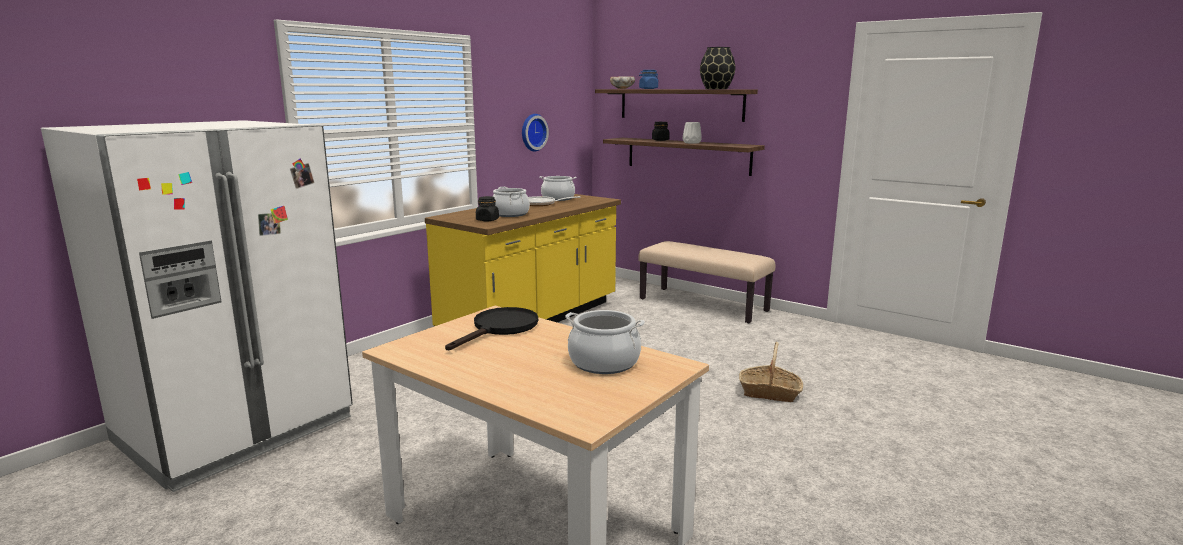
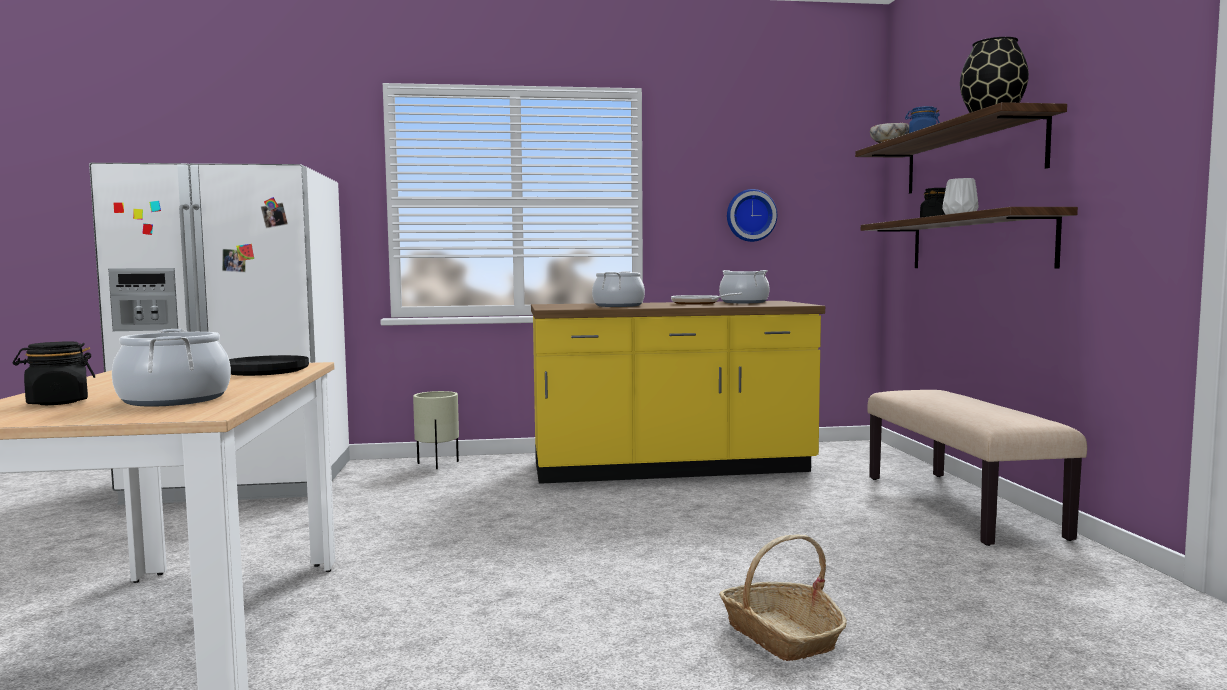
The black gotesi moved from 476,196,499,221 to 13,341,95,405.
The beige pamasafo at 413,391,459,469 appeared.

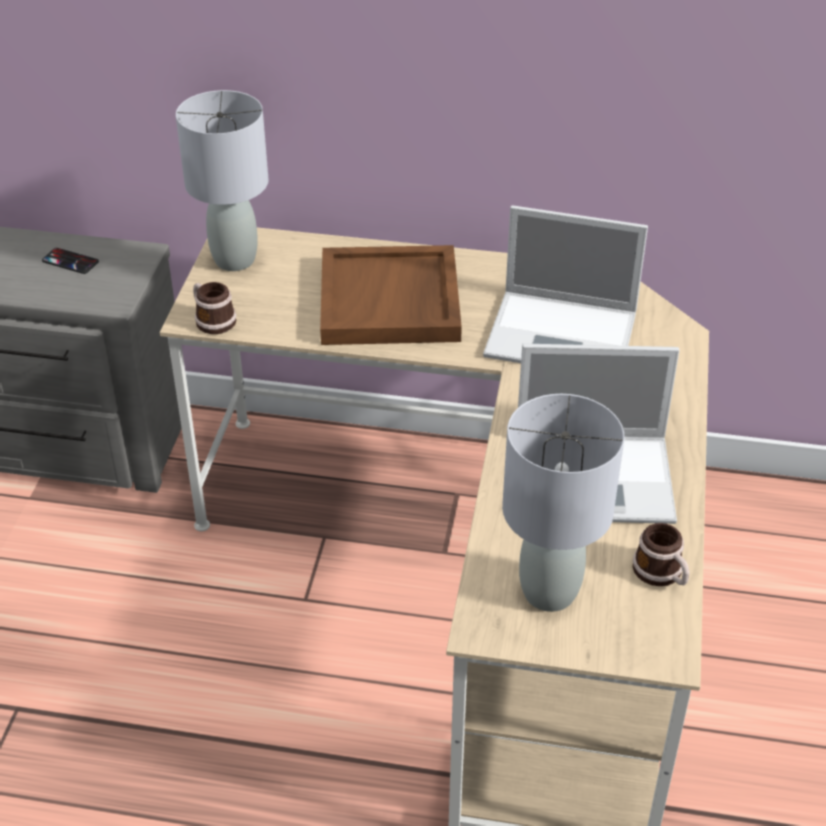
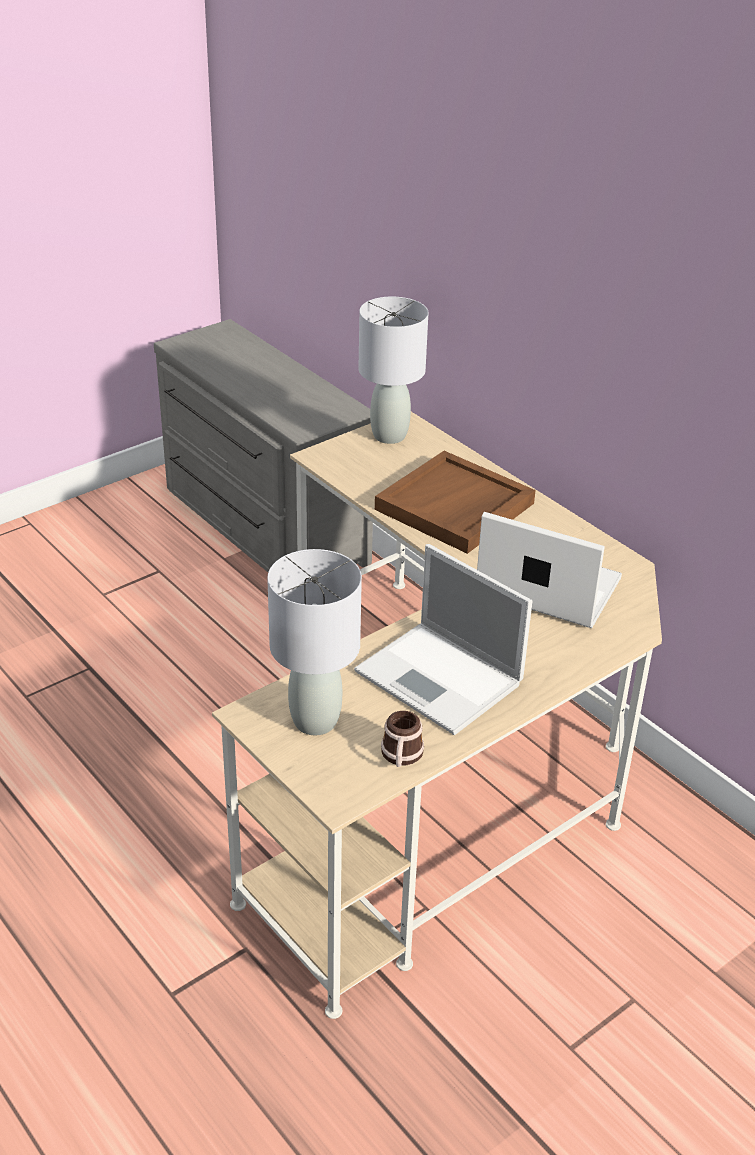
The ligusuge at 42,248,99,274 disappeared.
The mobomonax at 193,282,236,334 disappeared.
The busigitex at 483,205,648,363 turned 150 degrees clockwise.

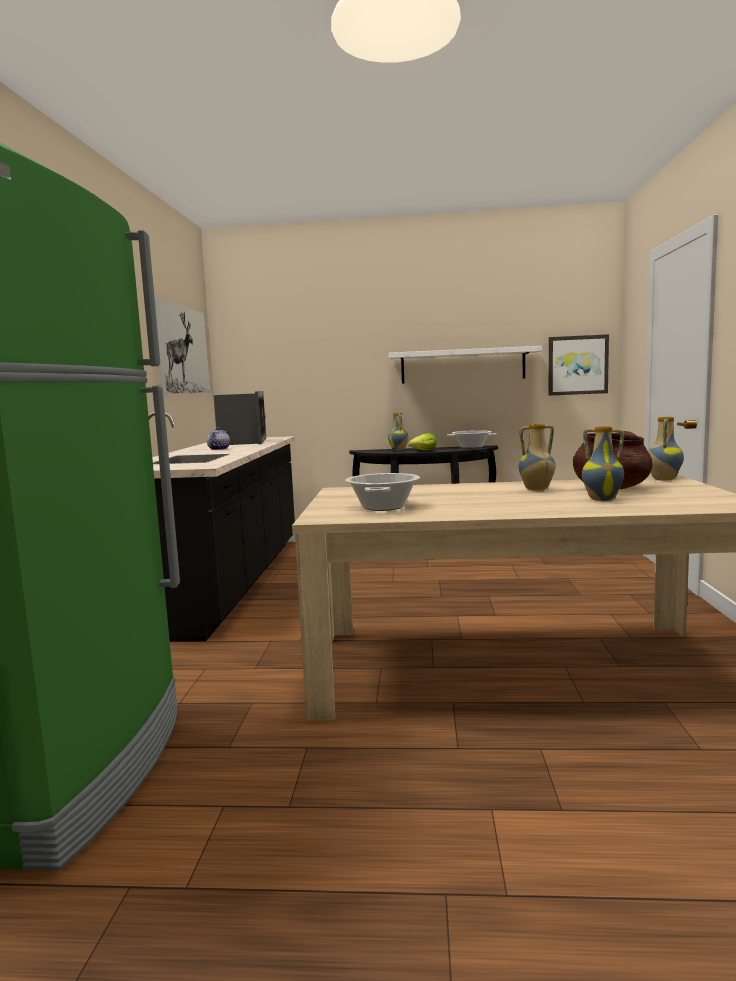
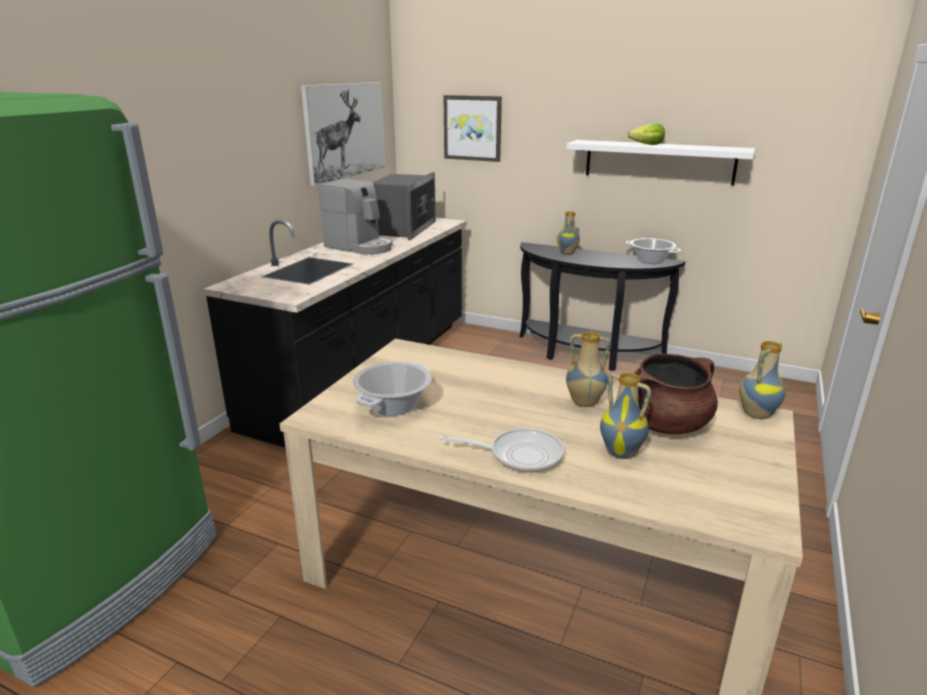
The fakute at 207,427,230,450 was replaced by the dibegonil at 318,179,393,255.
The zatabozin moved from 408,433,437,451 to 628,123,665,145.
The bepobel moved from 549,334,609,396 to 444,95,502,162.
The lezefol at 438,428,564,472 appeared.

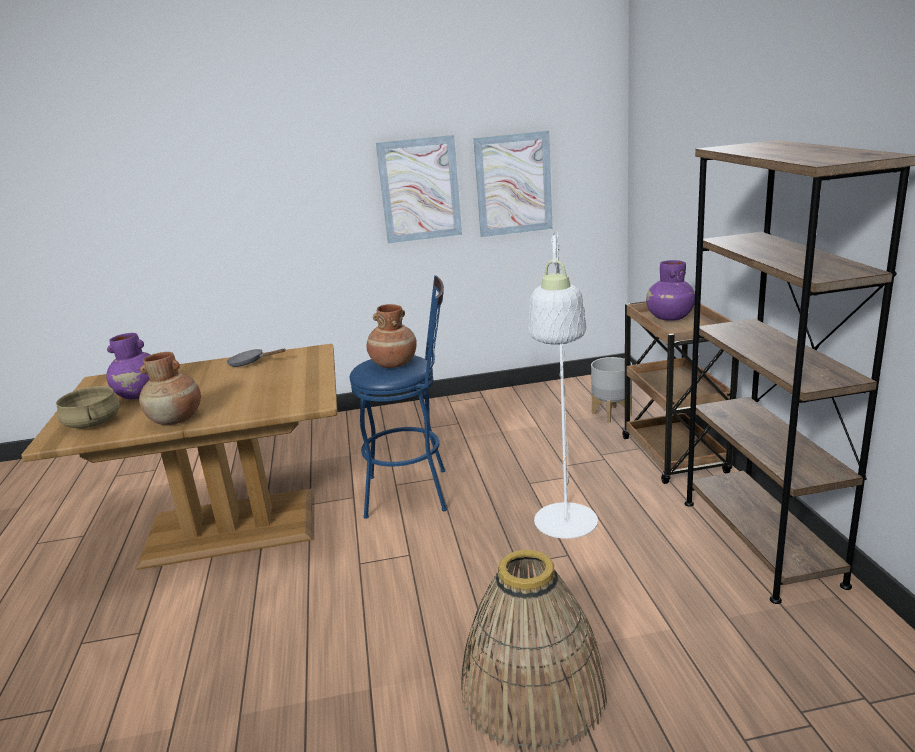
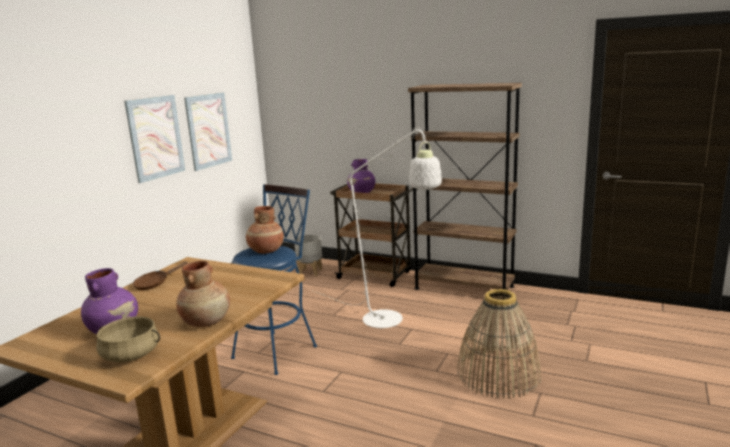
The grey lezefol at 227,349,285,367 became the brown lezefol at 133,262,187,290.

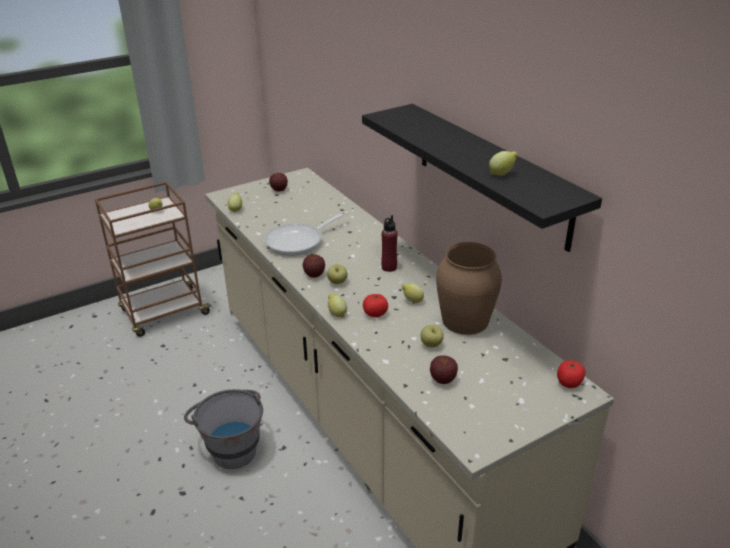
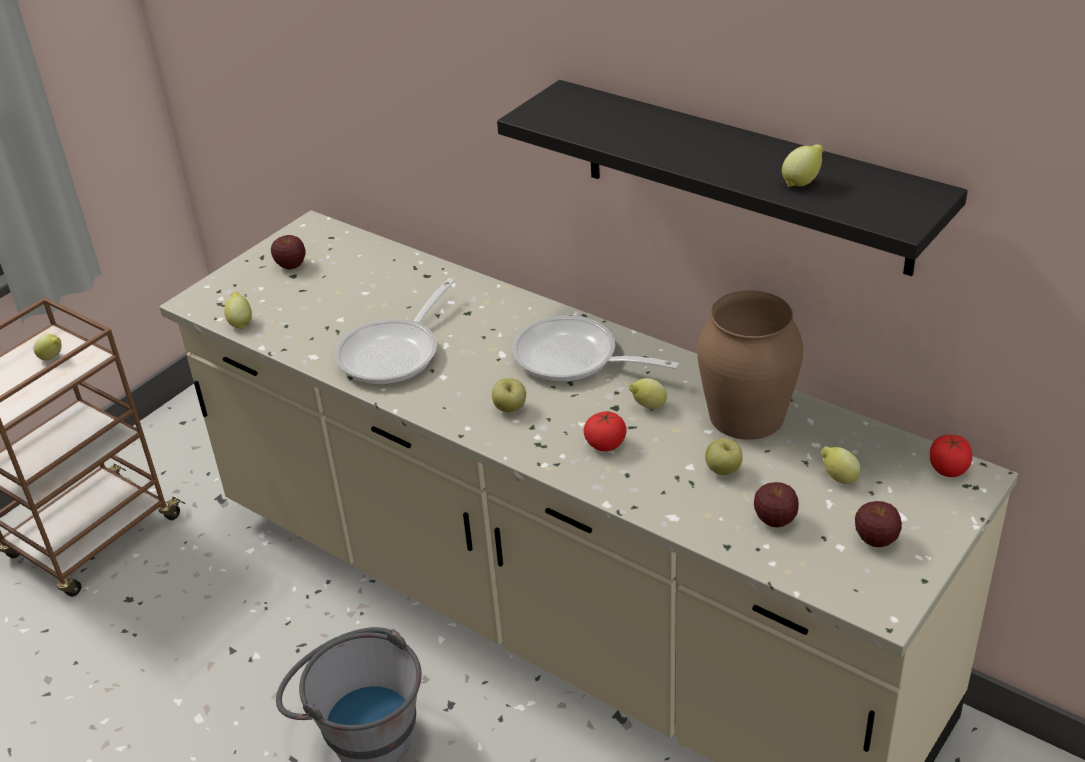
The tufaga moved from 303,255,325,278 to 855,501,902,547.
The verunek moved from 328,293,347,317 to 821,447,860,484.
The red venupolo at 381,215,398,272 was replaced by the lezefol at 512,316,679,382.

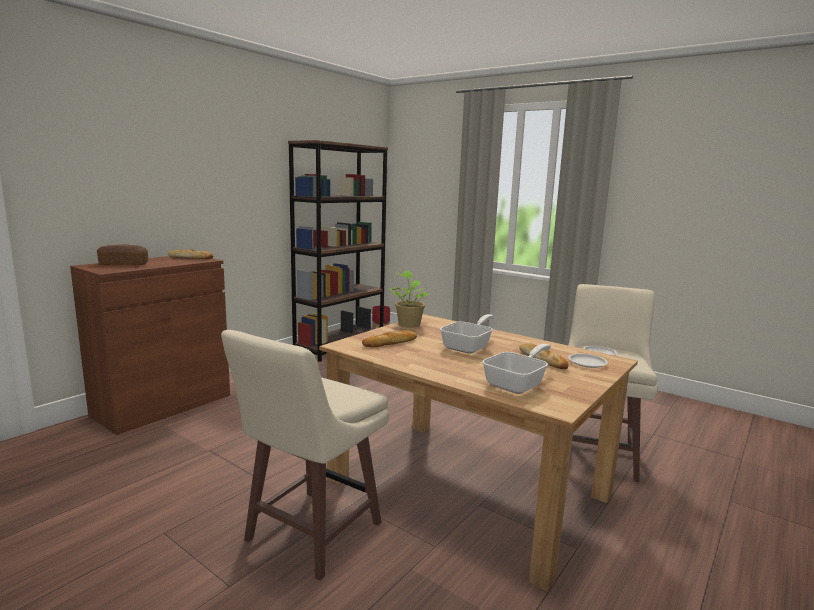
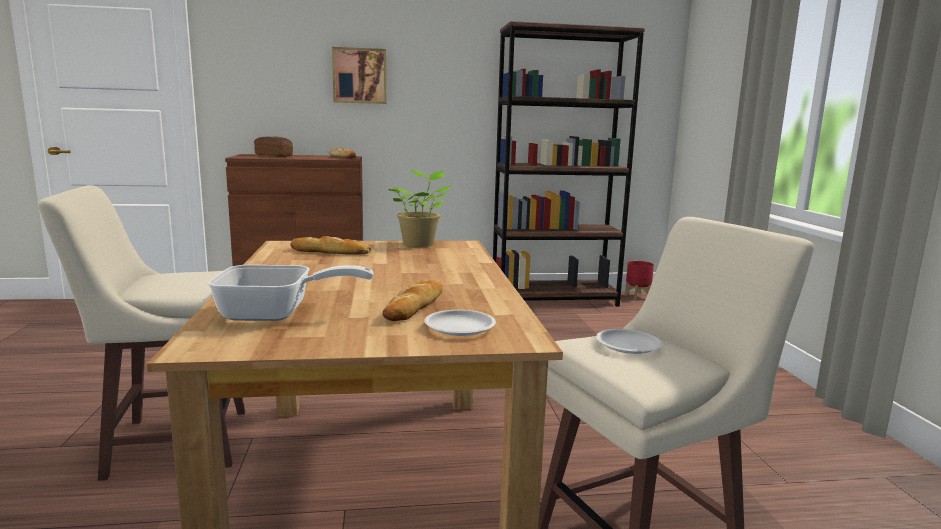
The lezefol at 440,314,494,354 disappeared.
The bepobel at 332,47,386,104 appeared.

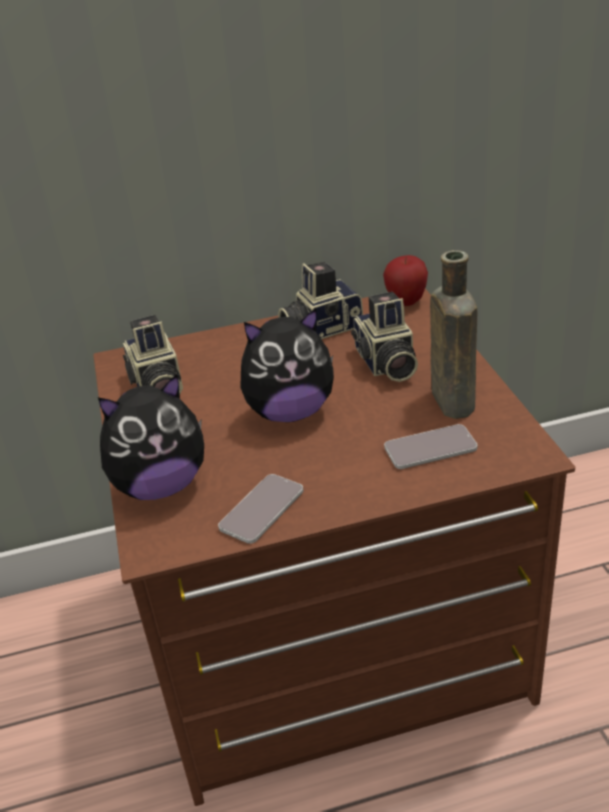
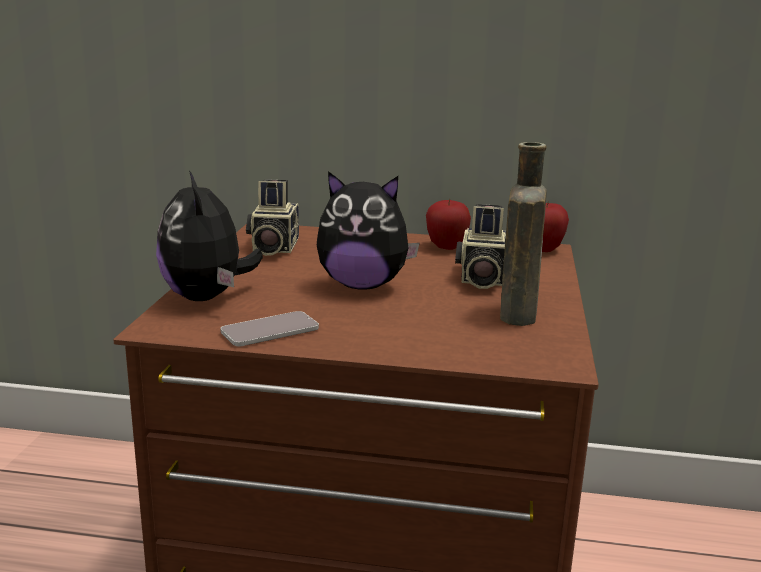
The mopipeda at 98,374,204,500 turned 75 degrees clockwise.
The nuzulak at 278,262,363,339 was replaced by the tufaga at 426,199,471,250.
The ligusuge at 384,424,477,469 disappeared.

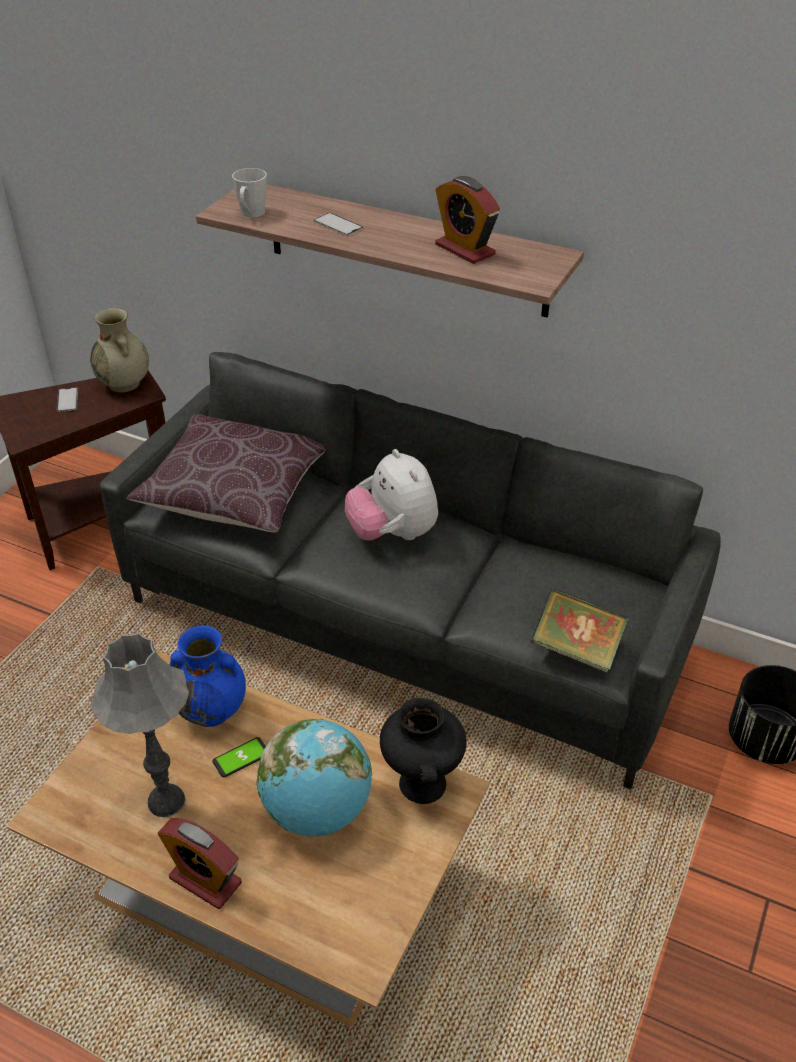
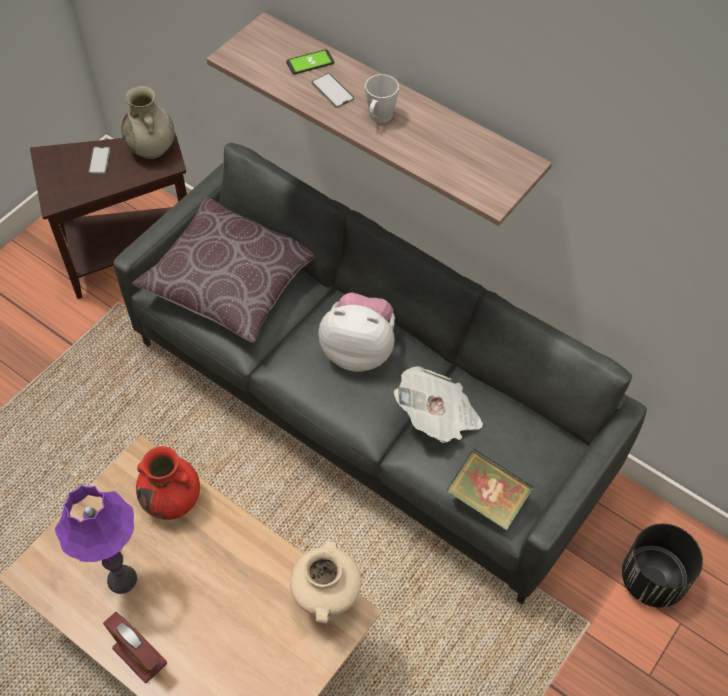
The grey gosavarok at 90,633,189,817 became the purple gosavarok at 55,485,137,594.
The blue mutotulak at 170,626,246,727 became the red mutotulak at 136,446,200,520.
The ligusuge moved from 212,737,266,777 to 286,49,334,74.
The grey mobomonax moved from 232,168,267,218 to 365,74,399,123.
The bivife at 257,719,372,836 disappeared.
The mopipeda at 345,449,438,541 turned 120 degrees clockwise.
The black mutotulak at 380,698,466,804 became the beige mutotulak at 290,540,362,623.
The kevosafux at 435,176,500,264 disappeared.
The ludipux at 394,366,483,443 appeared.

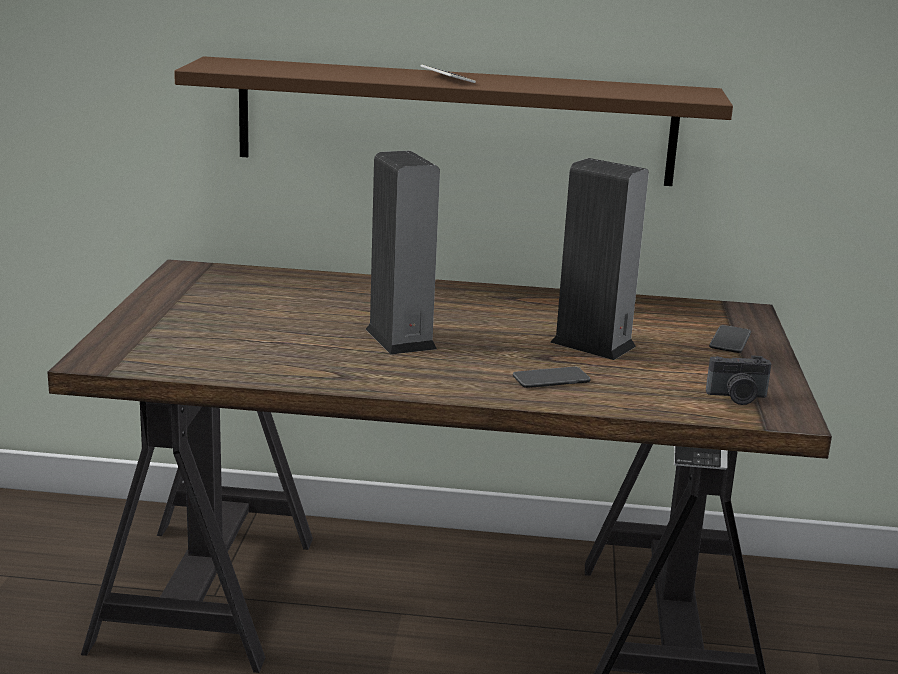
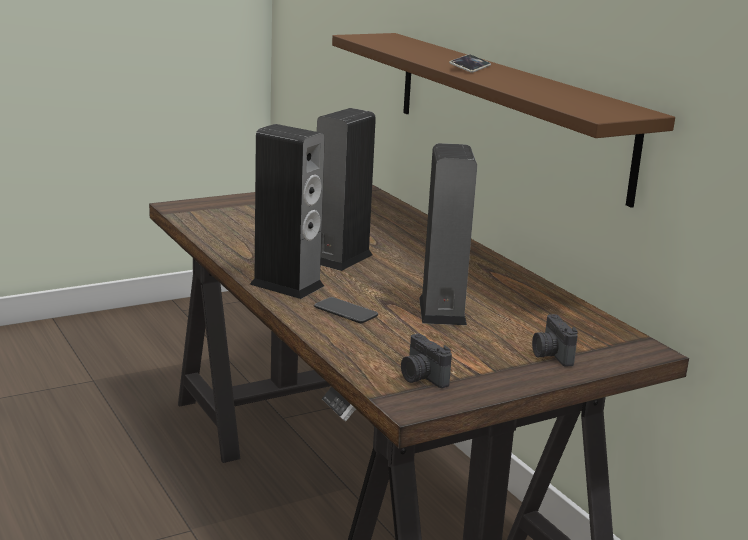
The ligusuge at 709,325,751,353 was replaced by the nuzulak at 532,314,578,367.
The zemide at 250,124,325,299 appeared.

